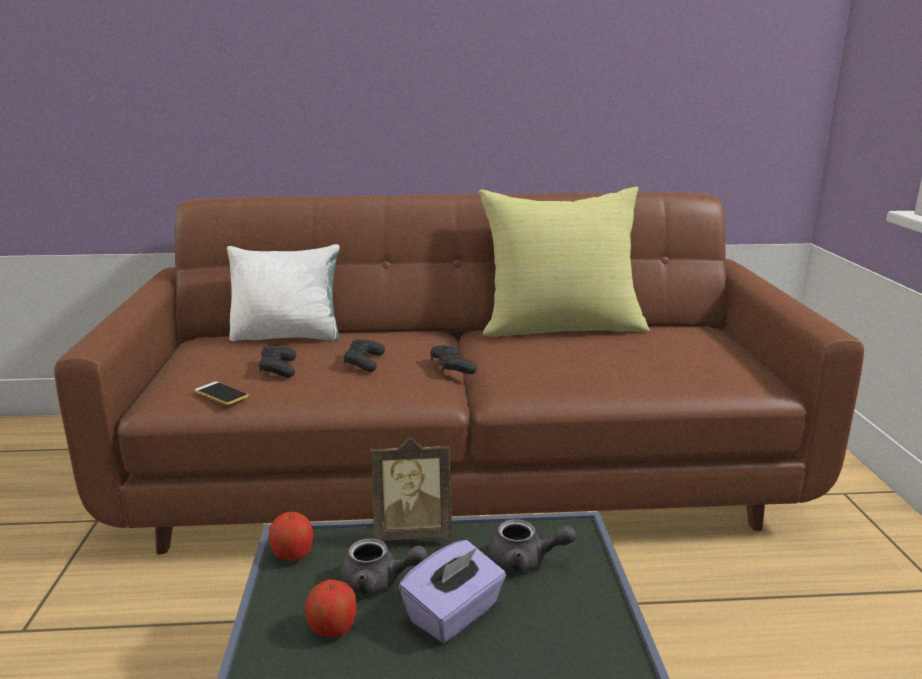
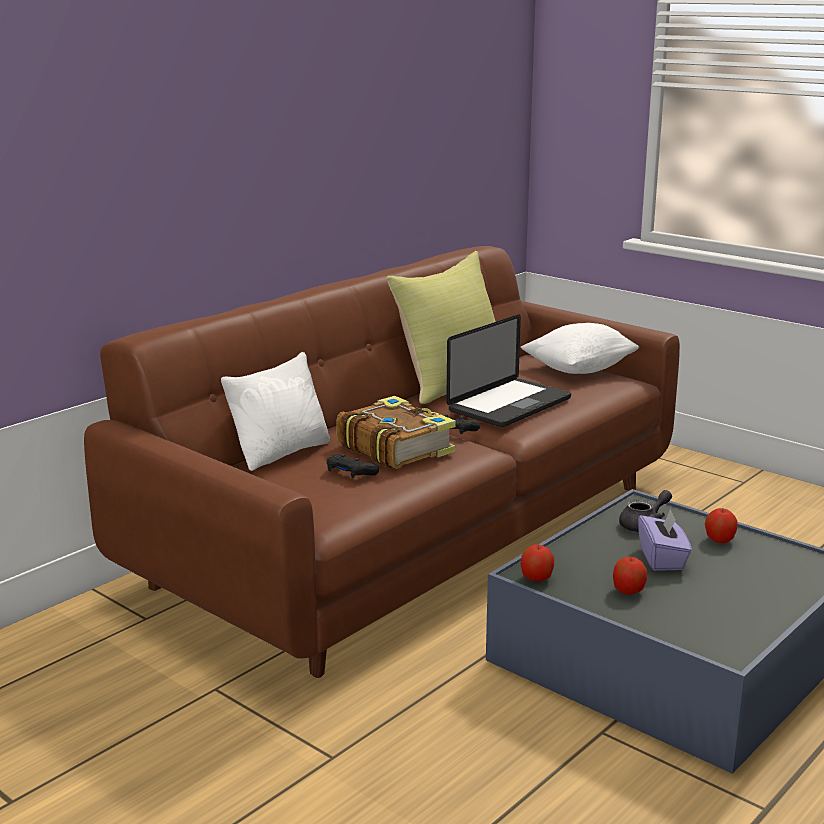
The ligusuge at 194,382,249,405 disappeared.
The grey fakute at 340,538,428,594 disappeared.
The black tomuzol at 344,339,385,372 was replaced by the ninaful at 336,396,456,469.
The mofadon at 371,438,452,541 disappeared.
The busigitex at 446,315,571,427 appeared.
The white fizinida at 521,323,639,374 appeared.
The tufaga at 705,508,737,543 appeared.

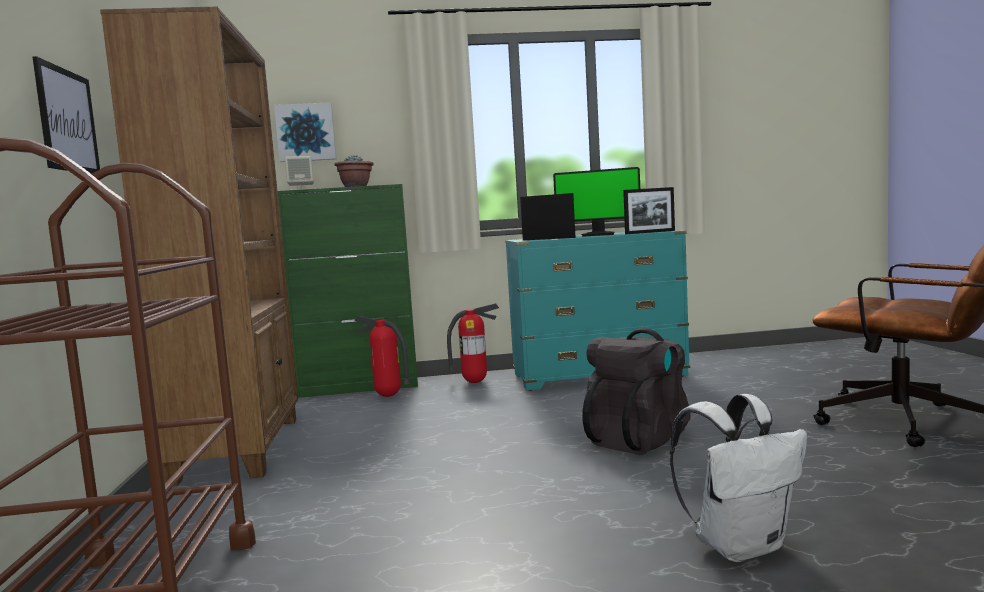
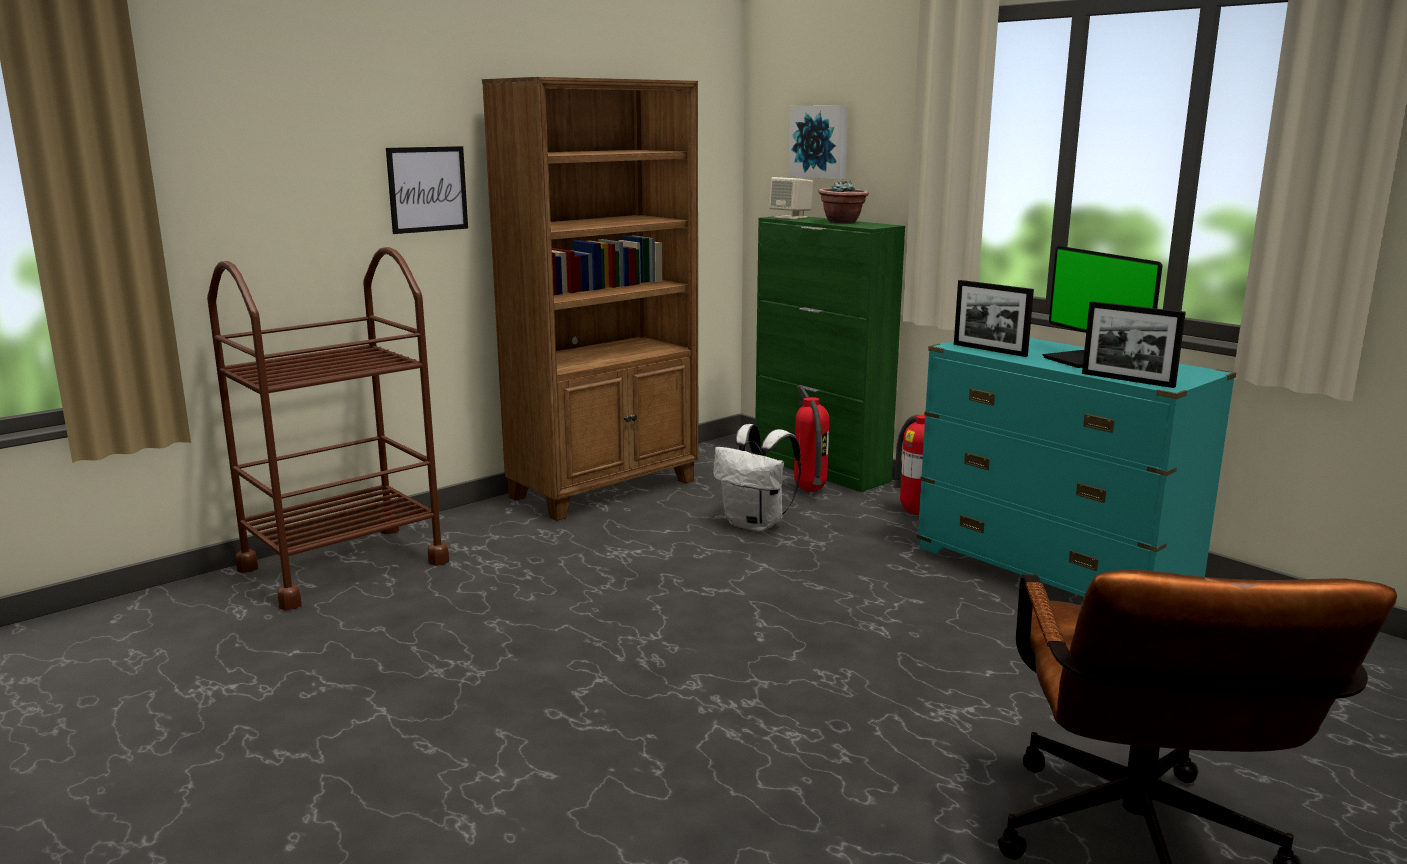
The mofadon at 520,193,576,240 turned 150 degrees clockwise.
The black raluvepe at 582,328,691,455 disappeared.
The white raluvepe moved from 670,394,807,562 to 713,424,801,532.

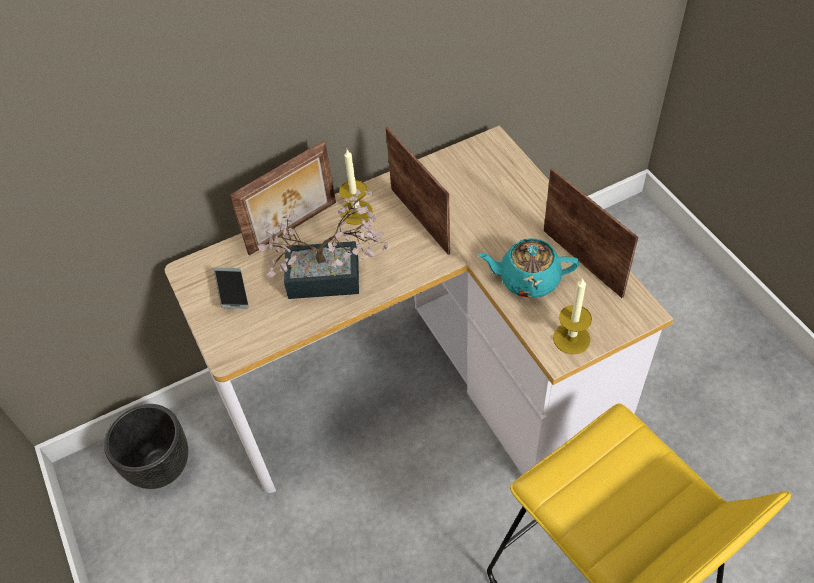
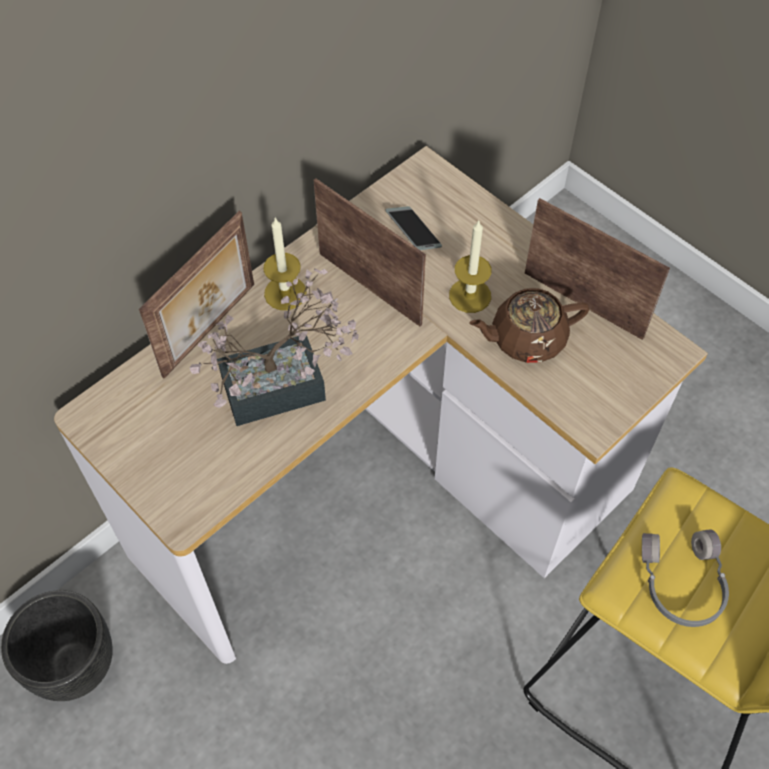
The ligusuge moved from 214,267,249,309 to 386,206,442,250.
The turquoise fakute at 478,238,579,298 became the brown fakute at 469,288,589,363.
The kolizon moved from 553,278,592,354 to 449,221,492,313.
The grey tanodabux at 642,529,729,627 appeared.

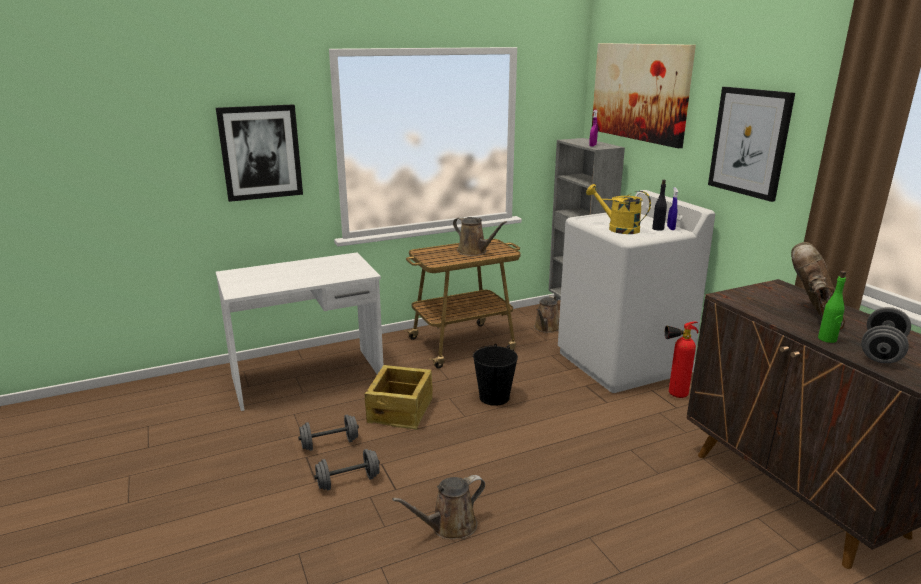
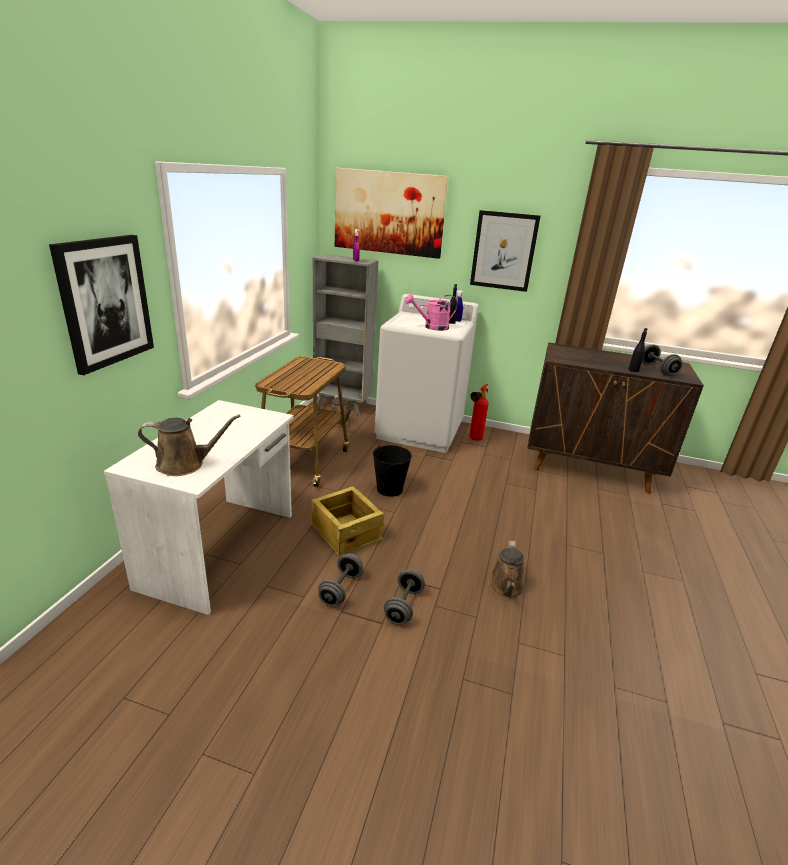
The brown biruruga moved from 453,217,507,256 to 138,415,240,476.
The yellow biruruga at 586,184,651,234 became the pink biruruga at 405,294,457,331.
The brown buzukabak at 791,242,845,330 disappeared.
The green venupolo at 818,271,846,343 became the black venupolo at 629,328,647,372.

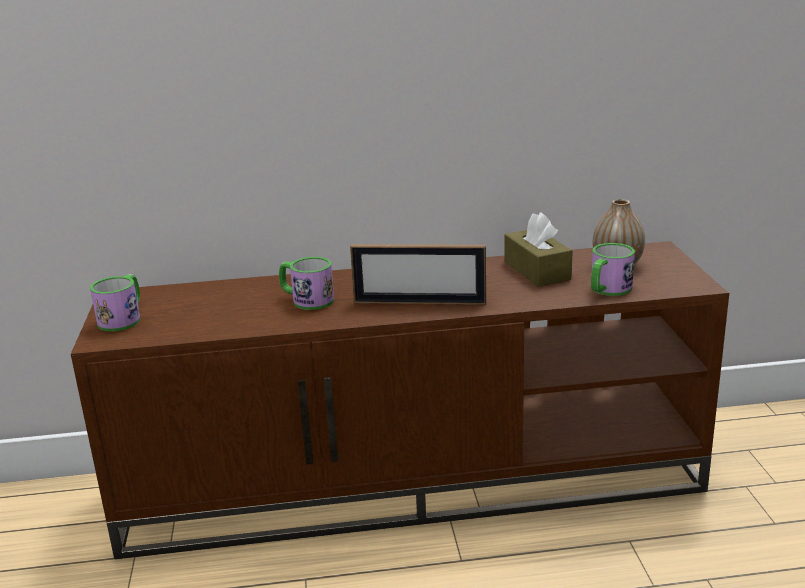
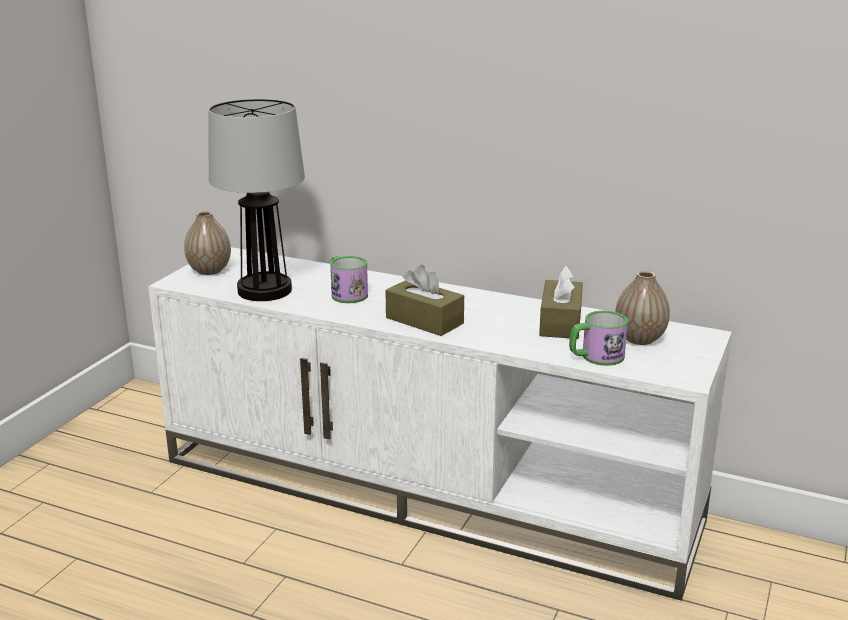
The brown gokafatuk at 71,241,729,559 became the white gokafatuk at 148,247,732,600.
The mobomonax at 90,274,140,331 was replaced by the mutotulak at 184,211,231,275.
The mofadon at 350,244,486,305 was replaced by the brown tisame at 385,265,464,336.
The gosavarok at 208,98,305,301 appeared.

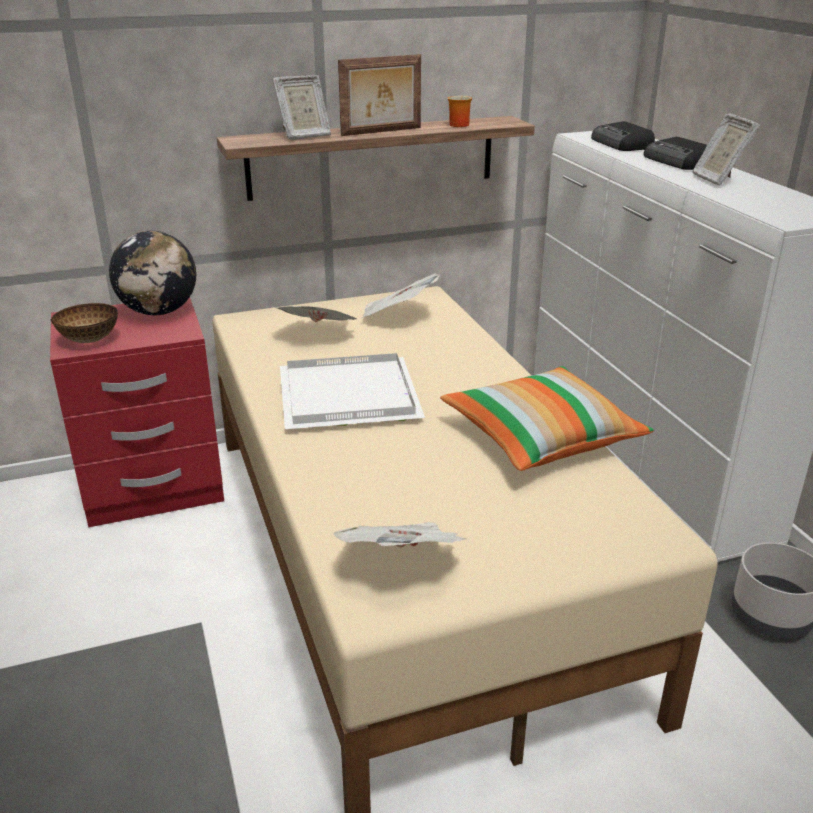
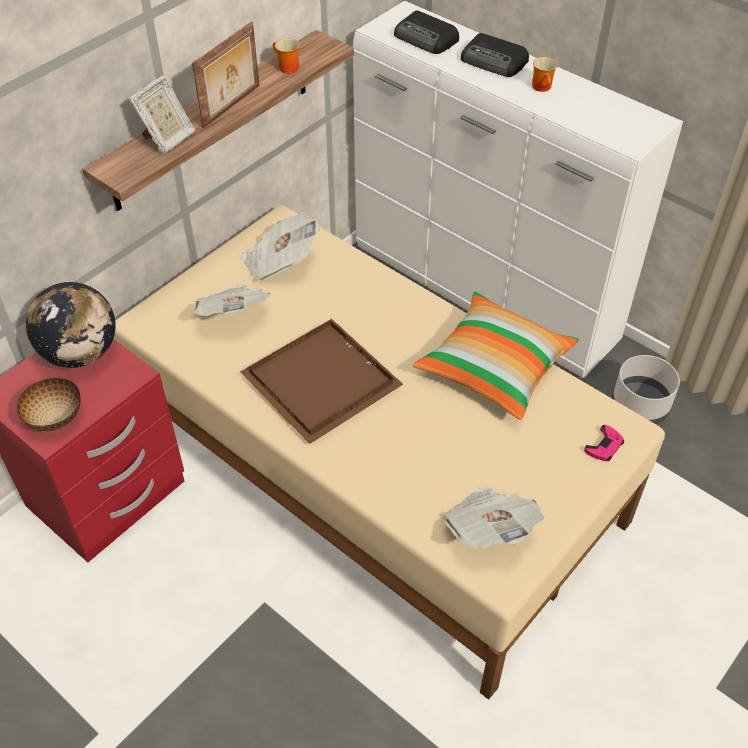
The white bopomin at 280,353,425,429 became the brown bopomin at 240,319,403,444.
The mofadon at 692,113,760,186 was replaced by the mobomonax at 532,57,558,92.
The pink tomuzol at 584,425,624,461 appeared.

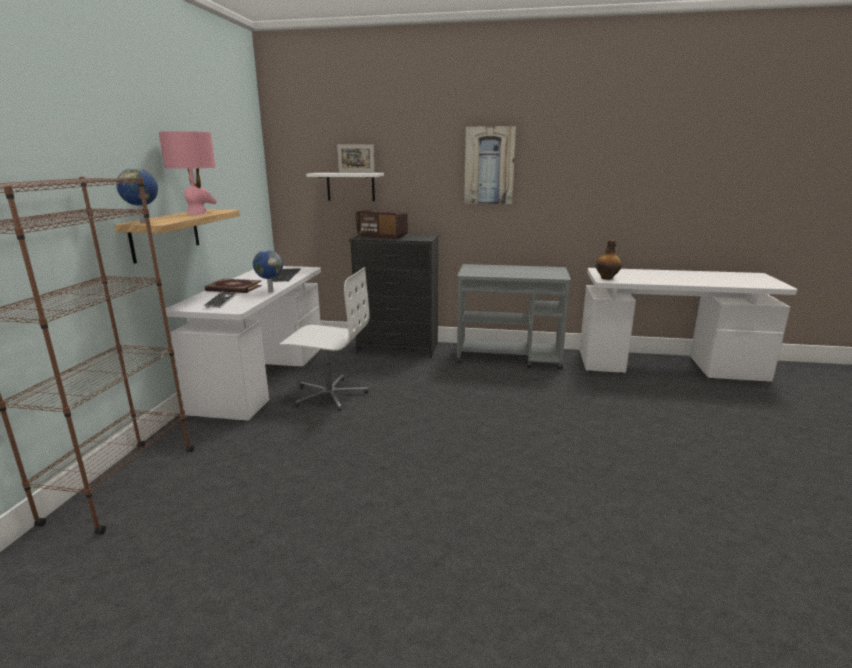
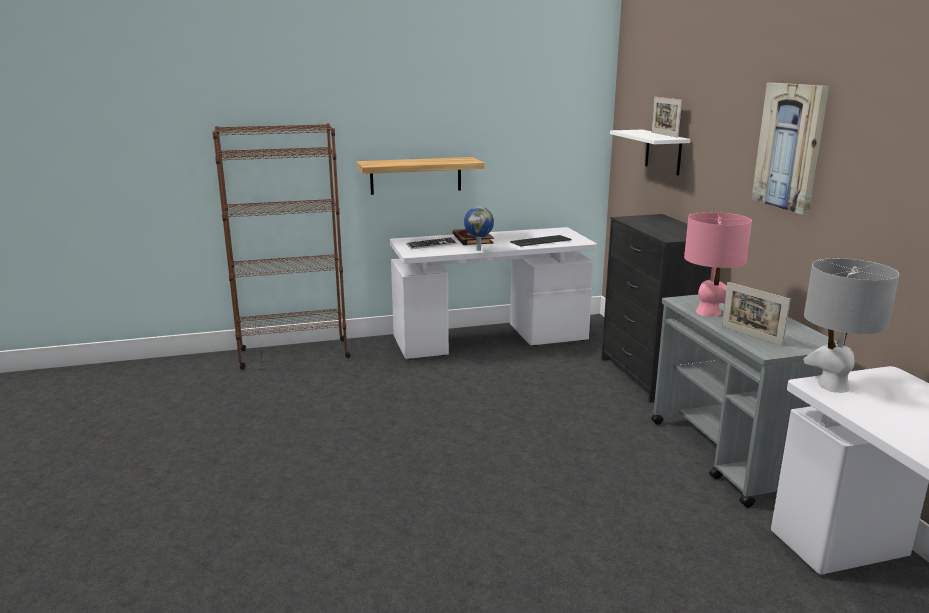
The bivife at 116,168,158,223 disappeared.
The pink gosavarok moved from 159,131,217,215 to 684,212,752,316.
The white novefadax at 280,267,370,411 disappeared.
The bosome at 356,209,408,239 disappeared.
The venupolo at 596,240,622,280 was replaced by the grey gosavarok at 803,258,900,393.
The mofadon at 722,282,790,346 appeared.

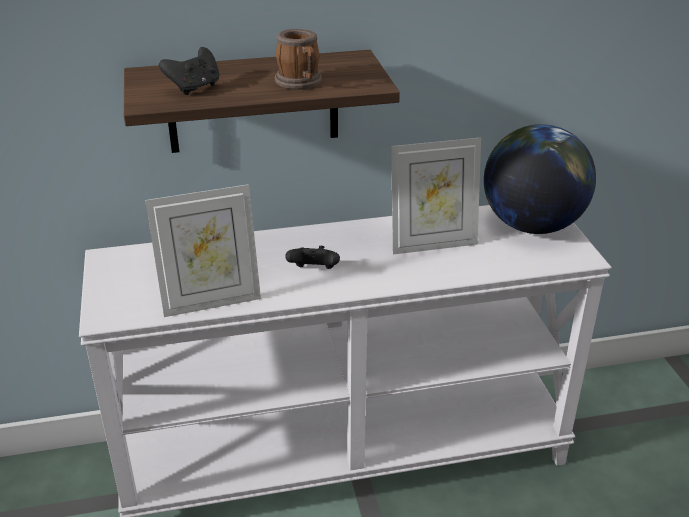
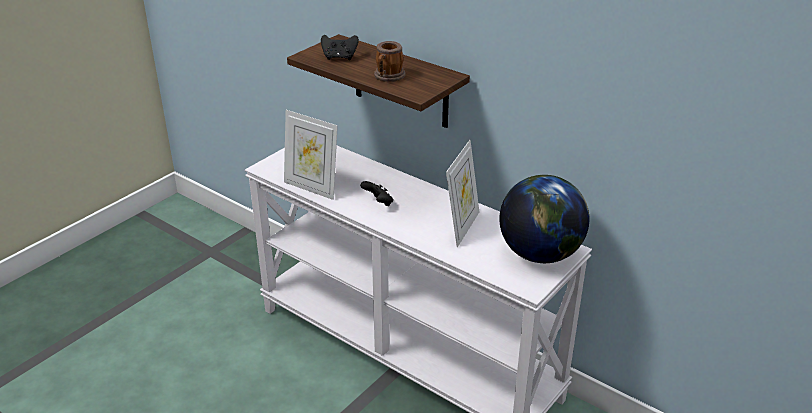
The mofadon at 391,137,481,255 turned 105 degrees counterclockwise.

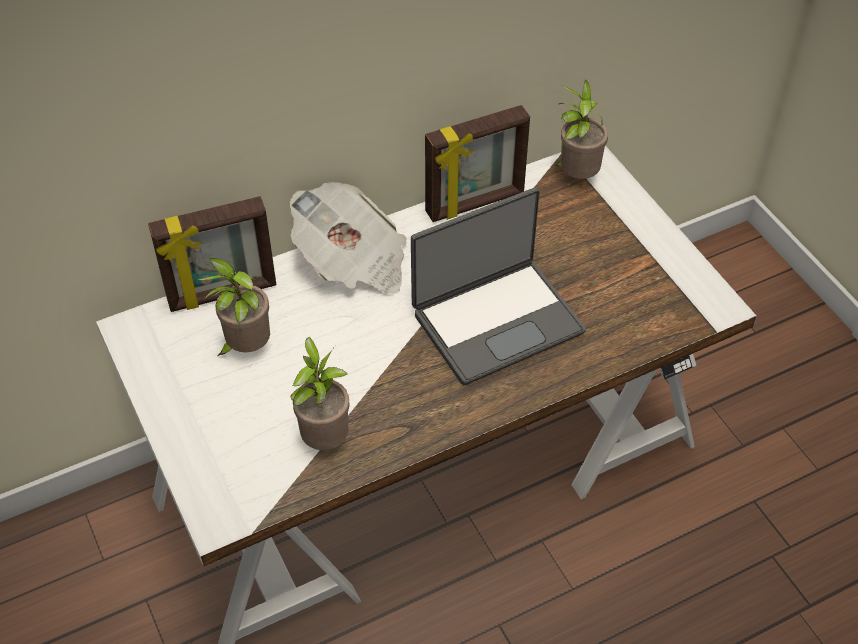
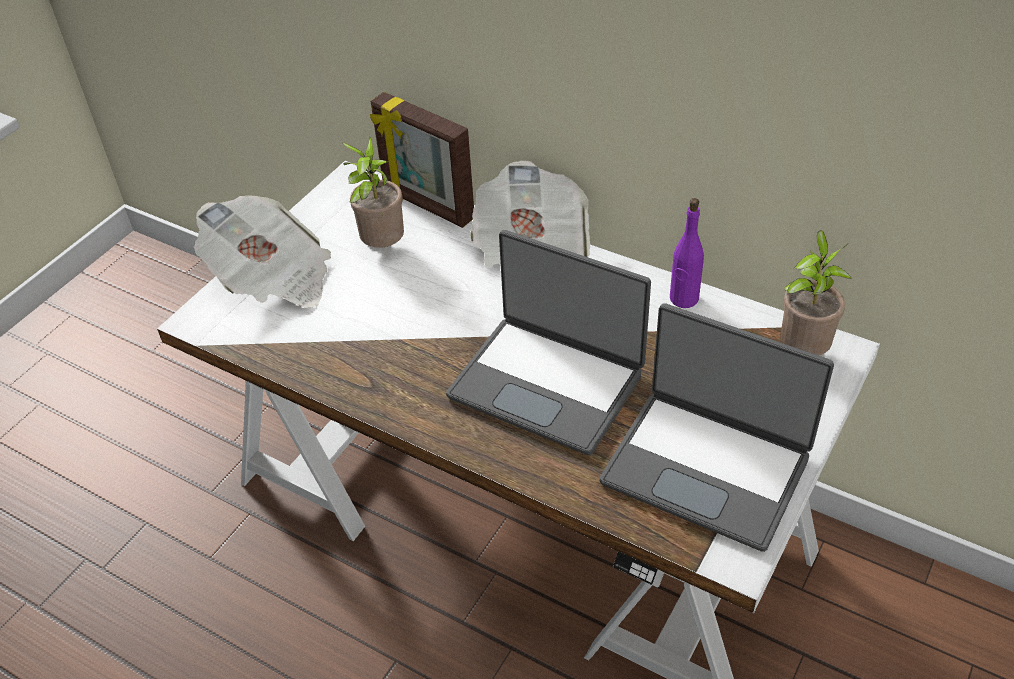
The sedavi at 290,337,350,450 disappeared.
The mofadon at 425,105,530,222 was replaced by the purple venupolo at 670,198,704,308.
The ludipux at 194,196,331,308 appeared.
The busigitex at 600,303,834,552 appeared.

